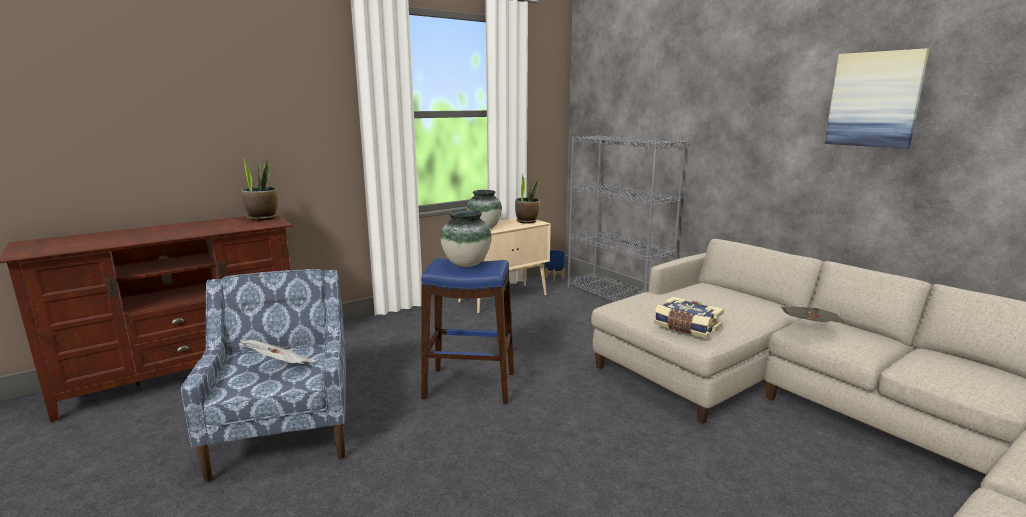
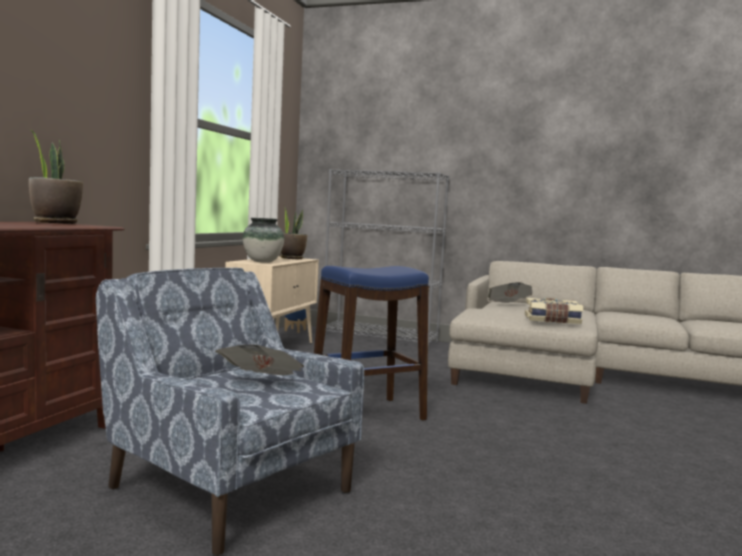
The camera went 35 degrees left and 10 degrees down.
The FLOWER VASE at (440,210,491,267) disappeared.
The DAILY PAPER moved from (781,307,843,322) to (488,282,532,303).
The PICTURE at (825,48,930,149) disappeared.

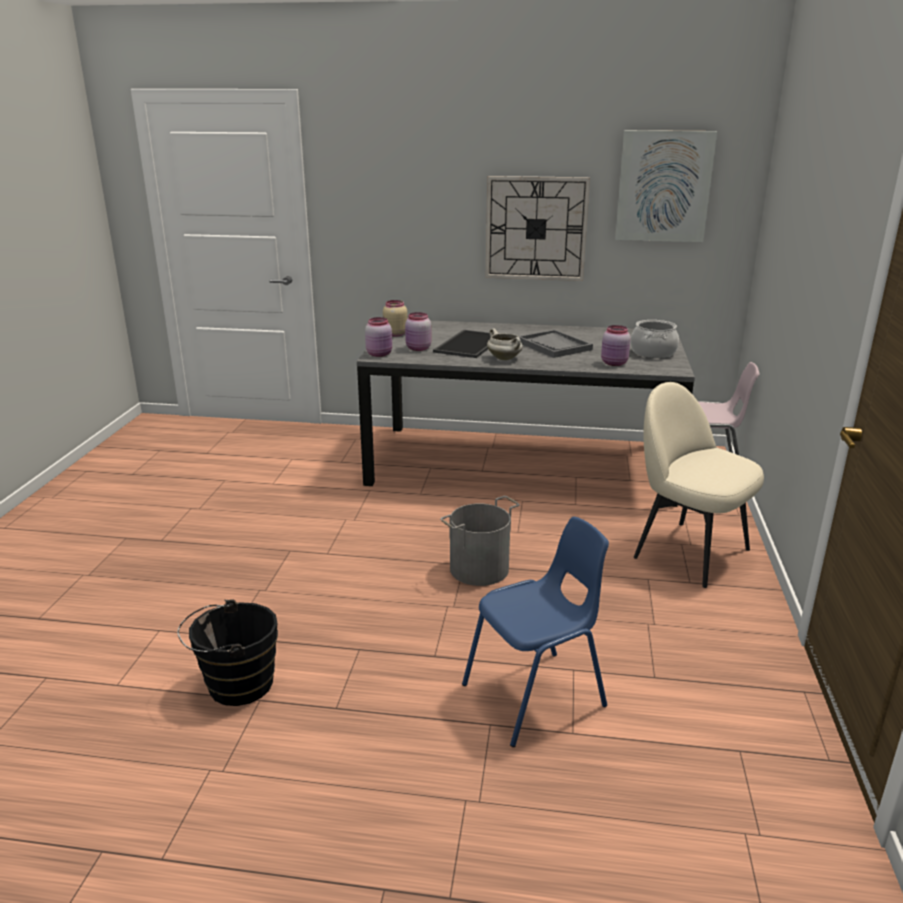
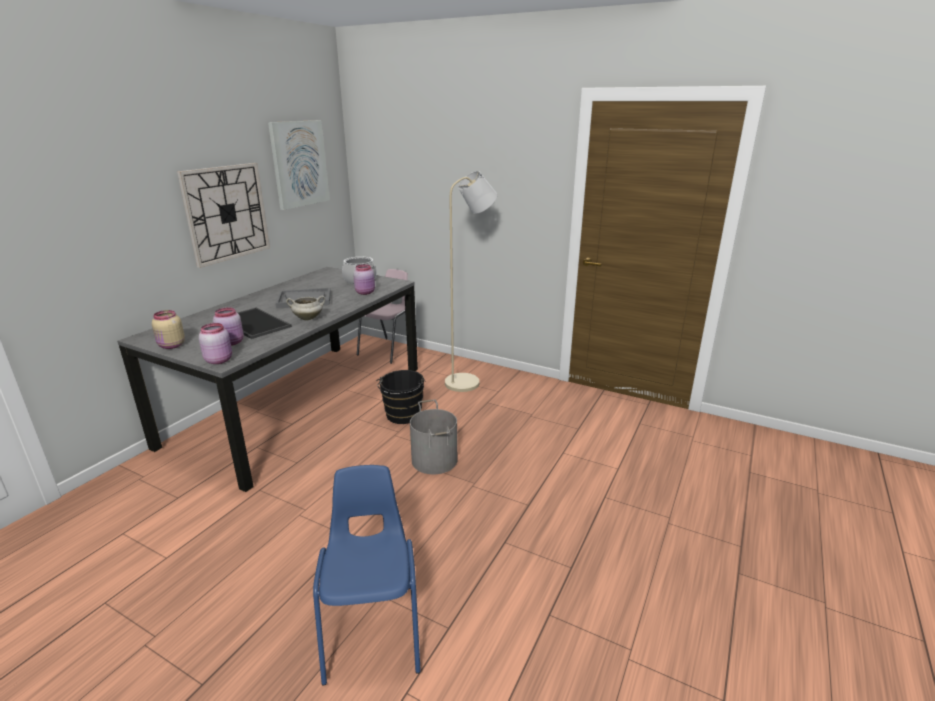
The camera went 70 degrees left and 0 degrees up.
The BLACK WATER BUCKET moved from (177,599,278,706) to (376,370,425,424).
The BLUE-COLOURED CHAIR moved from (462,517,609,747) to (313,465,421,686).
The SAND-COLOURED CHAIR at (634,382,764,588) was replaced by the SAND-COLOURED STANDING LAMP at (445,171,497,392).

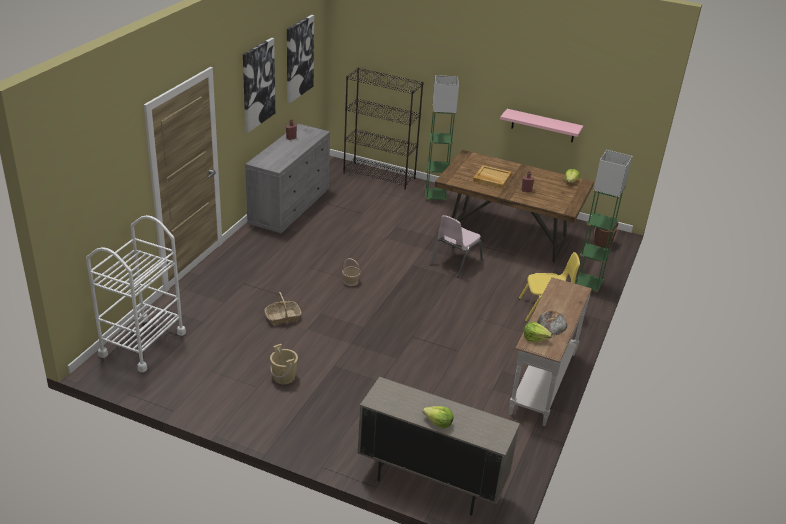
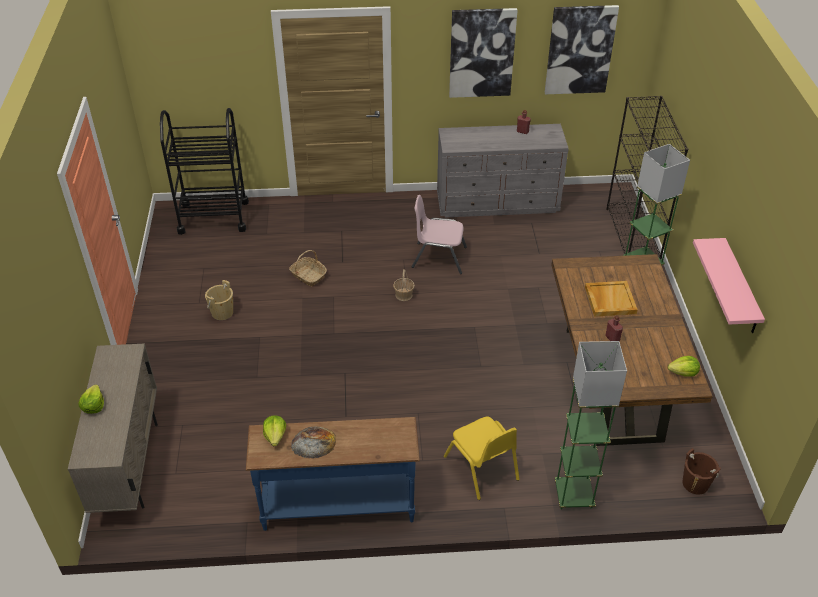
The camera went 65 degrees right and 10 degrees up.
The WHITE CART at (86,215,186,372) became the BLACK CART at (160,108,249,235).
The PINKISH CHAIR moved from (430,215,483,278) to (411,195,467,274).
The WHITE NARROW TABLE at (509,277,592,426) became the BLUE-COLOURED NARROW TABLE at (246,417,420,531).

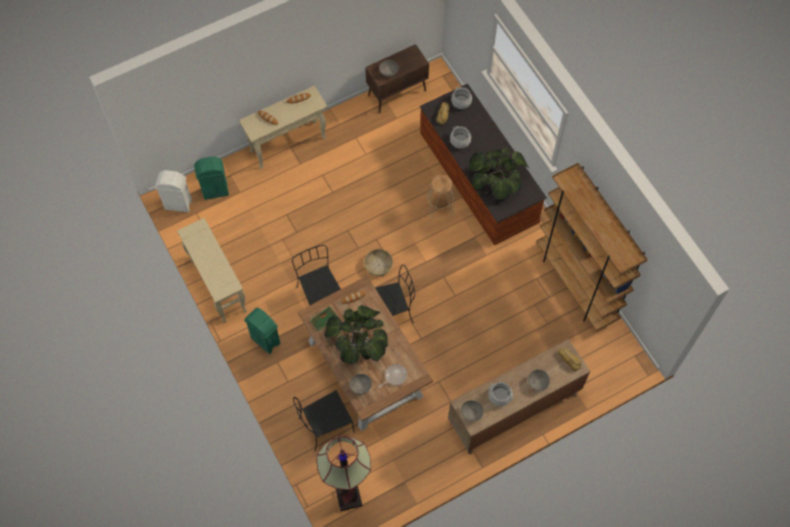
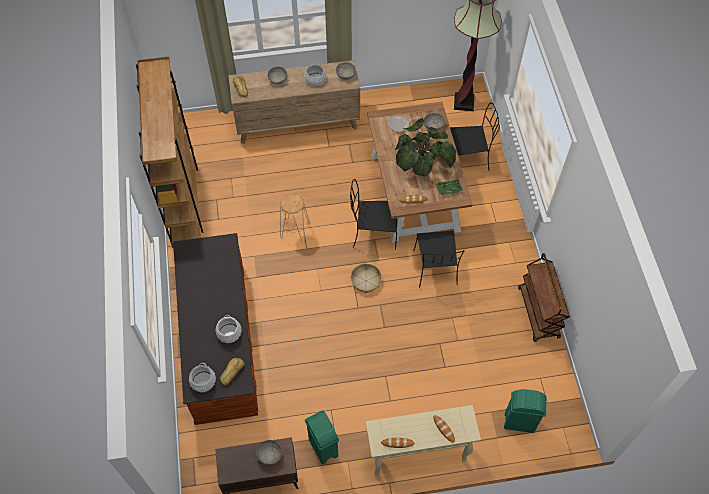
The camera went 160 degrees left and 5 degrees down.
The WHITE TRASH CAN at (155,170,192,212) disappeared.
The SAND-COLOURED NARROW TABLE at (177,218,247,323) was replaced by the BROWN CART at (518,253,570,342).
The GREEN TRASH CAN moved from (244,308,280,354) to (305,411,339,465).
The SAND-COLOURED STOOL moved from (427,174,454,218) to (280,194,310,243).
The POTTED PLANT at (468,147,529,200) disappeared.

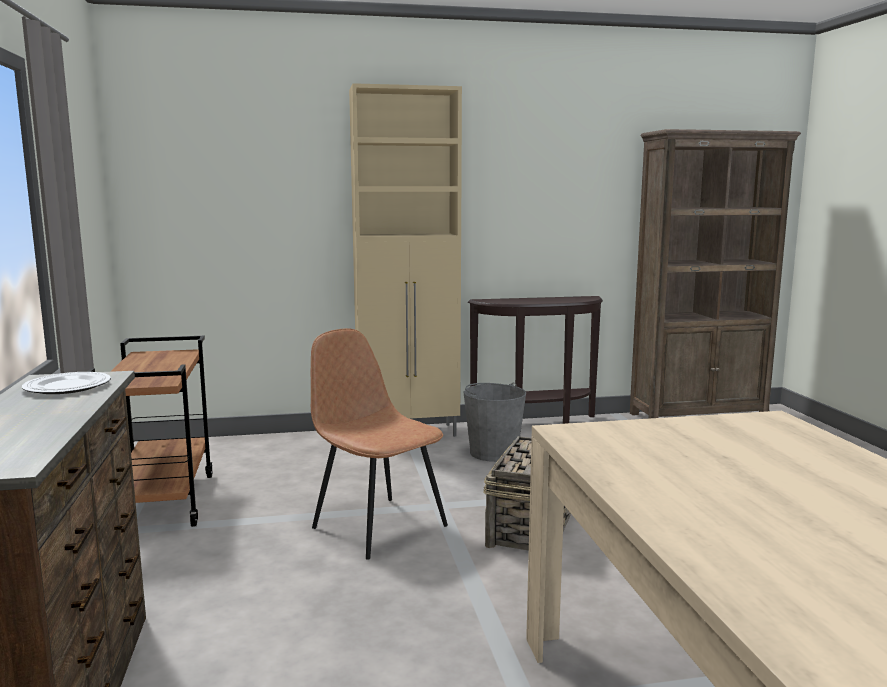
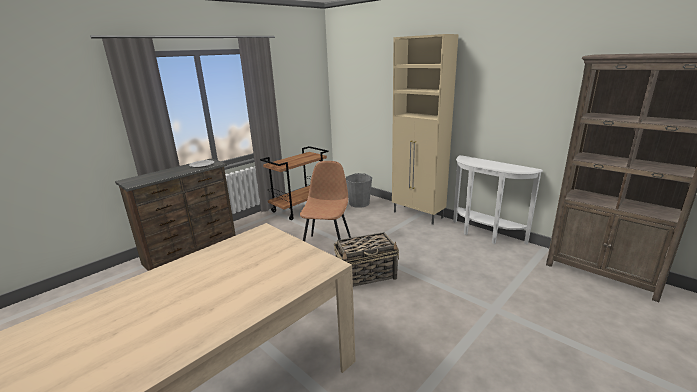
The camera went 55 degrees right and 10 degrees up.
The GREYISH WATER BUCKET moved from (464,382,526,462) to (346,173,372,208).
The BROWN NARROW TABLE at (468,296,603,424) became the WHITE NARROW TABLE at (453,155,543,244).

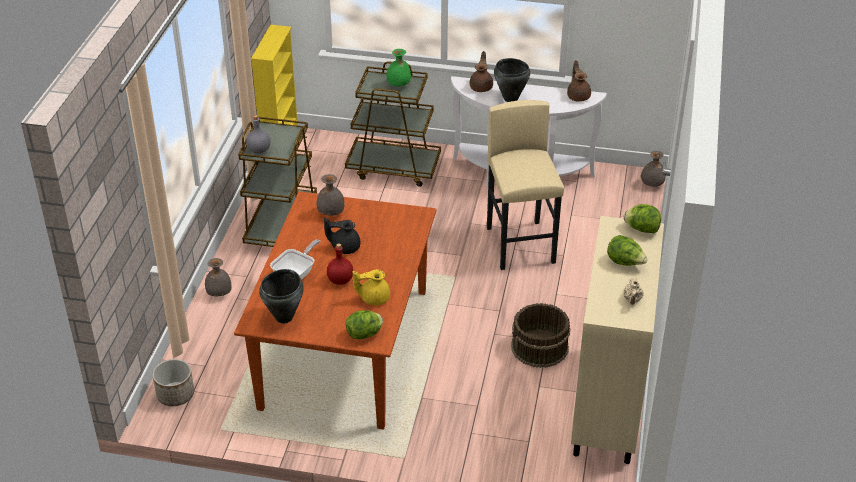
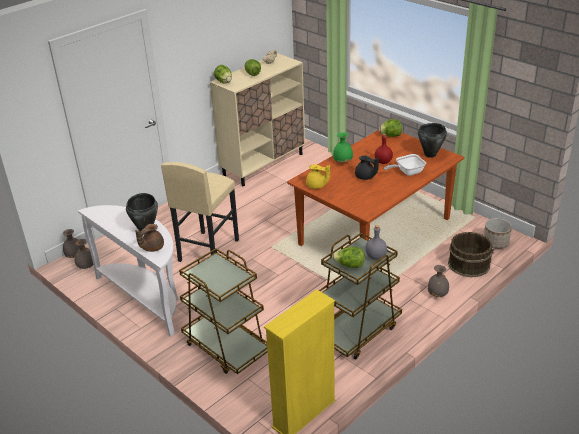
The camera went 145 degrees left and 5 degrees down.
The GREYISH FLOWER VASE moved from (317,174,345,216) to (74,239,93,269).
The YELLOW TEAPOT moved from (353,269,390,305) to (306,164,330,189).
The GREEN FLOWER VASE moved from (386,49,411,87) to (333,133,353,163).
The BROWN WATER BUCKET moved from (511,303,570,368) to (448,232,494,278).
The BROWN TEAPOT at (567,60,591,102) disappeared.
The LETTUCE HEAD at (332,247,365,268) appeared.

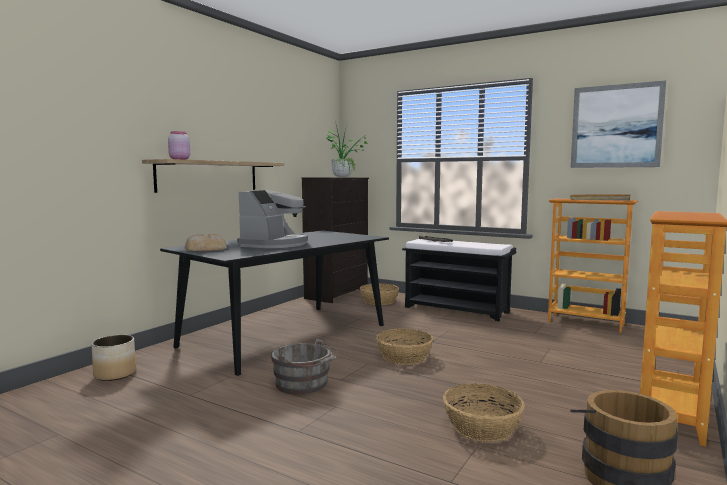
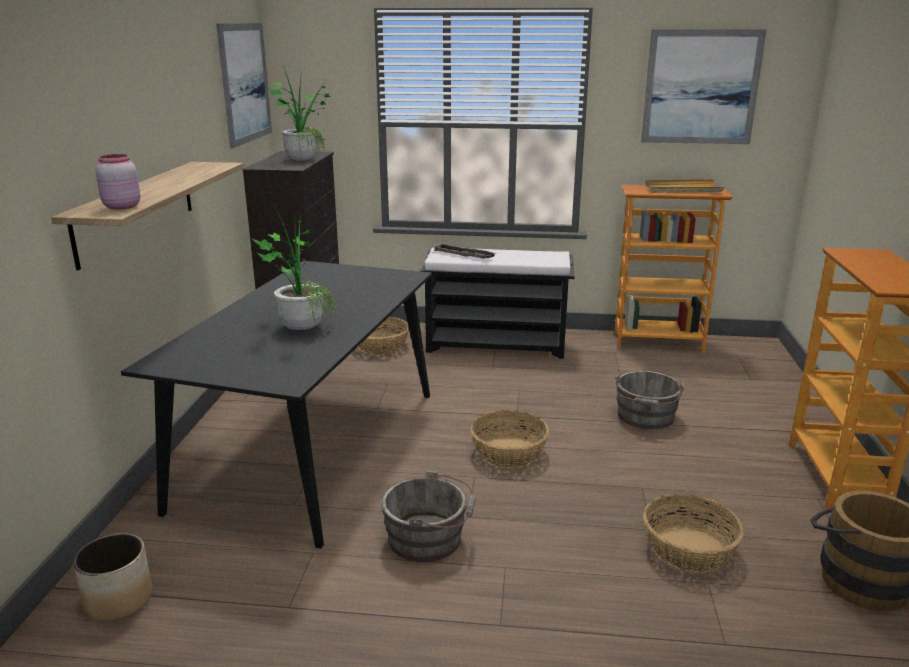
The camera went 25 degrees left and 15 degrees up.
The BREAD at (185,234,227,251) disappeared.
The COFFEE MAKER at (237,190,308,248) was replaced by the POTTED PLANT at (251,205,337,330).
The PICTURE at (216,23,272,148) appeared.
The GREYISH WATER BUCKET at (615,371,684,429) appeared.

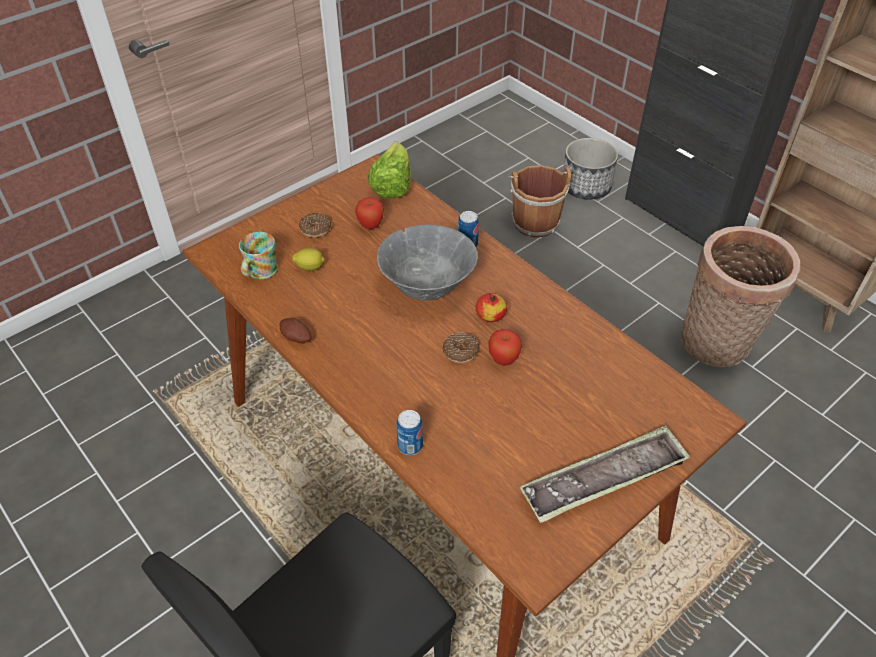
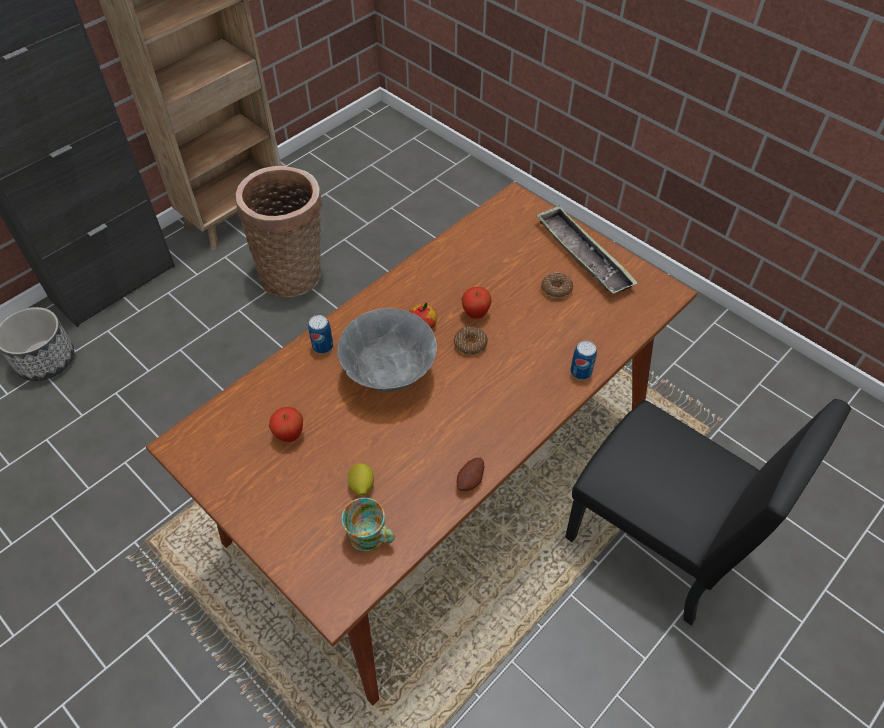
The camera went 95 degrees left and 5 degrees up.
The DOUGHNUT moved from (299,213,331,237) to (541,273,573,299).
The LETTUCE HEAD at (368,142,411,199) disappeared.
The BROWN WATER BUCKET at (508,165,571,238) disappeared.

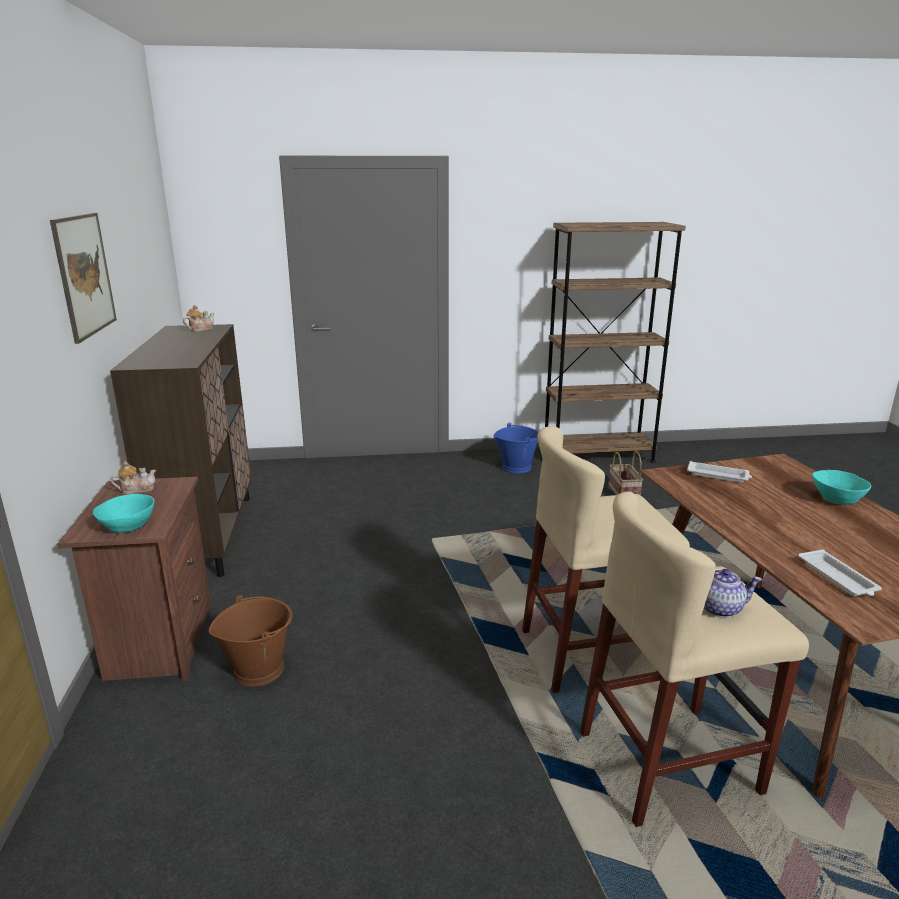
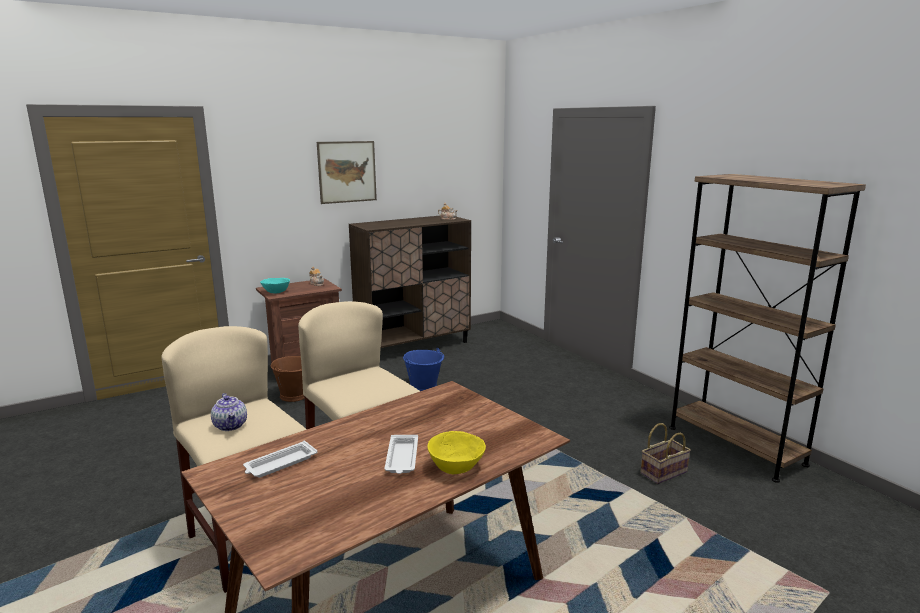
The camera went 65 degrees right and 5 degrees down.
The BLUE-COLOURED WATER BUCKET moved from (494,422,539,473) to (403,348,444,391).
The WHITE SERVING TRAY moved from (687,461,752,483) to (384,435,418,474).
The BLUE-GREEN SERVING BOWL at (812,470,871,505) became the YELLOW SERVING BOWL at (427,431,486,474).

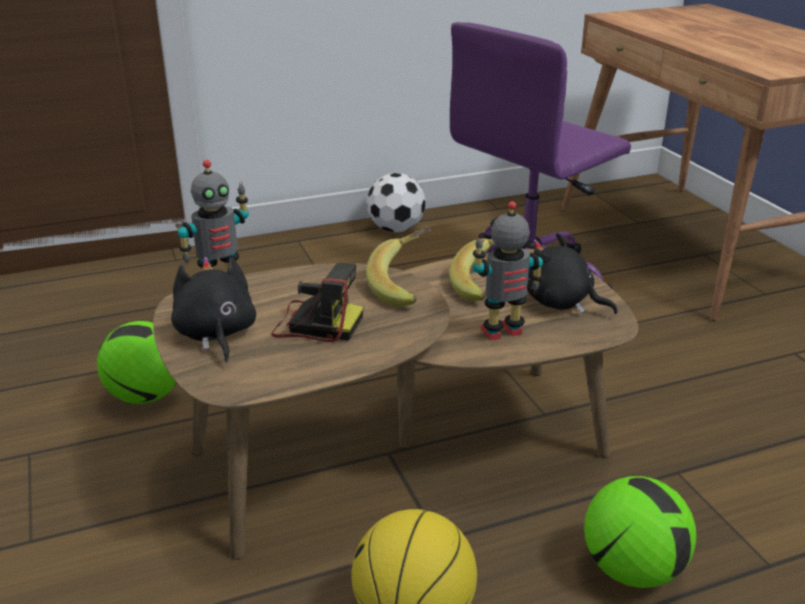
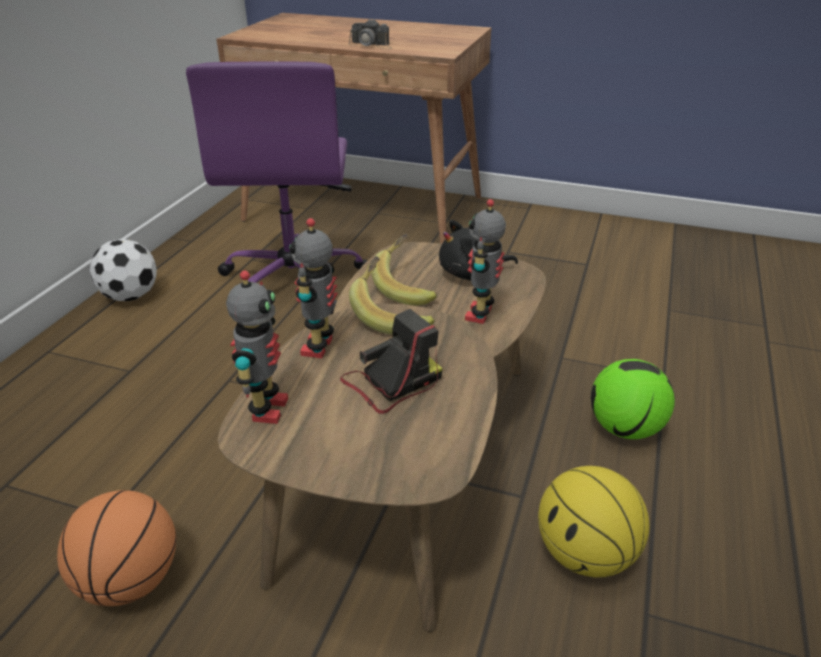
The camera went 50 degrees left and 5 degrees up.
The FOOTBALL BALL at (97,321,177,404) was replaced by the BALL FOR BASKETBALL at (57,490,176,606).
The BLACK PLUSH TOY at (171,257,256,362) disappeared.
The MODEL ROBOT at (289,218,338,358) appeared.
The STILL CAMERA at (348,19,392,49) appeared.

